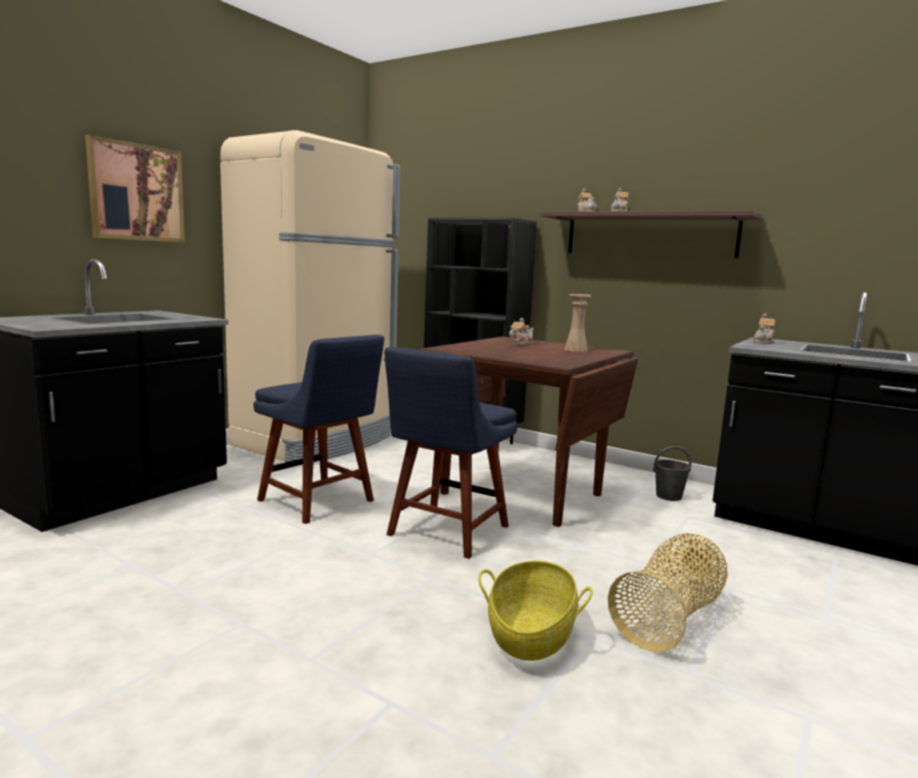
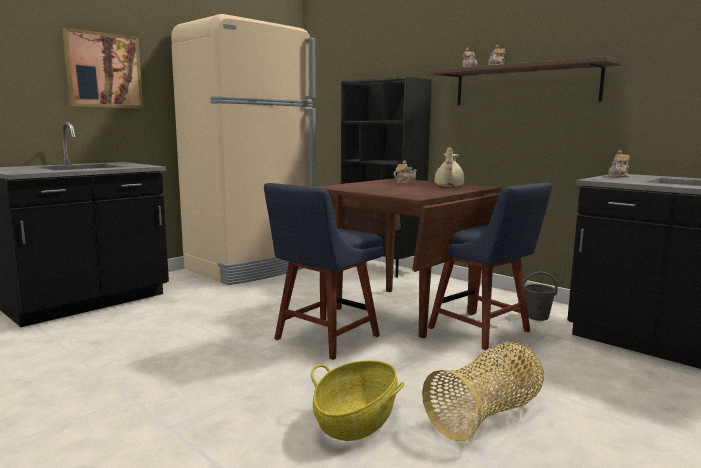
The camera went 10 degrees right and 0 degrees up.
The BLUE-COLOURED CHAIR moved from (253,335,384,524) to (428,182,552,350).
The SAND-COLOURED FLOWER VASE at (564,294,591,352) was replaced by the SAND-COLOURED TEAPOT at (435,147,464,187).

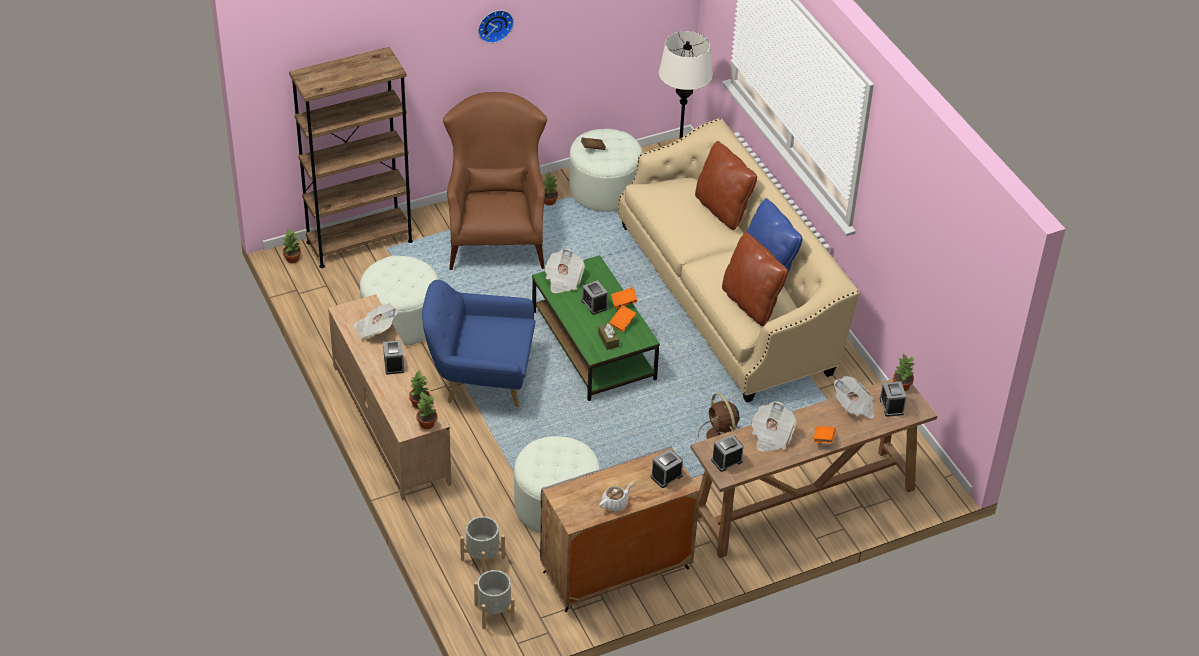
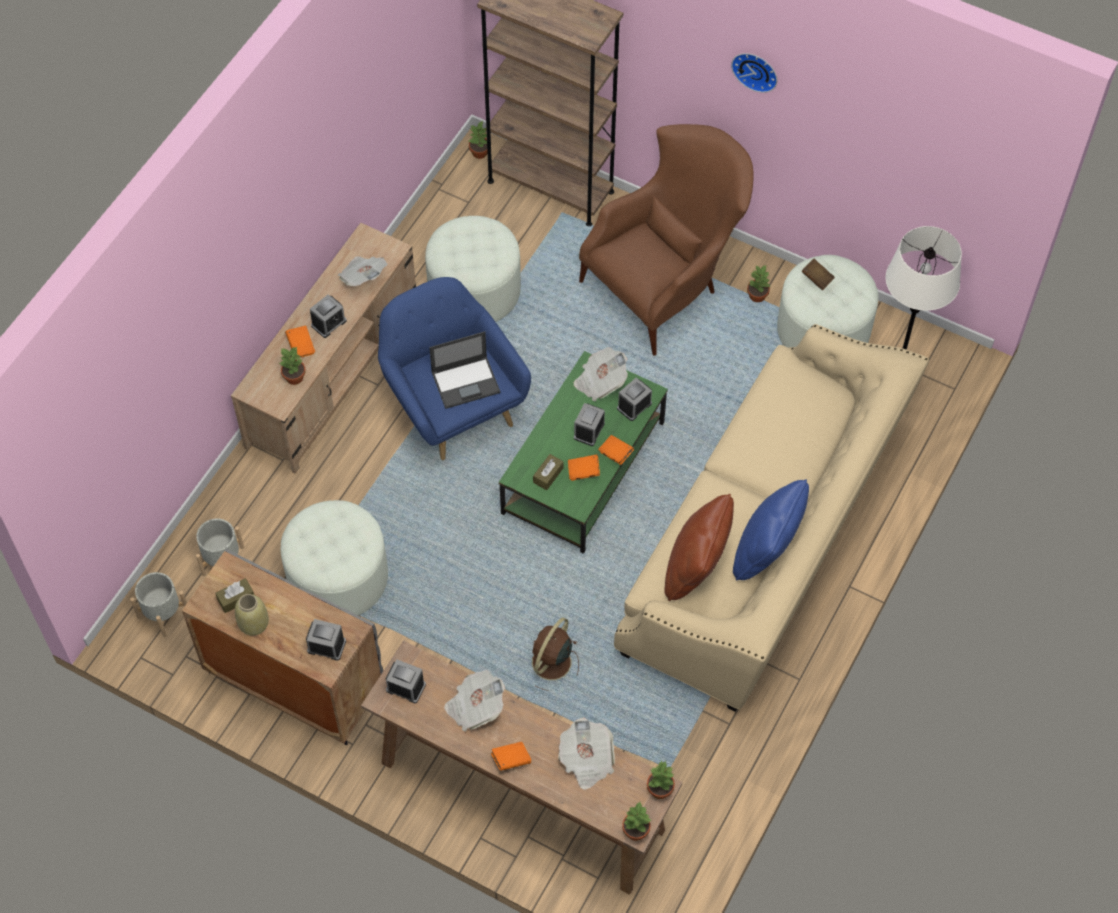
The camera went 55 degrees right and 15 degrees up.
The POTTED PLANT moved from (416,391,437,429) to (622,802,651,841).
The WHITE TEAPOT at (599,483,633,511) was replaced by the SAND-COLOURED FLOWER VASE at (235,594,269,636).
The BROWN THROW PILLOW at (695,141,757,230) disappeared.
The ALARM CLOCK moved from (880,381,907,417) to (617,378,652,421).
The BROWN BOX OF TISSUES at (215,578,254,613) appeared.
The ORANGEY BOUND BOOK at (285,326,315,357) appeared.
The LAPTOP at (429,331,500,409) appeared.

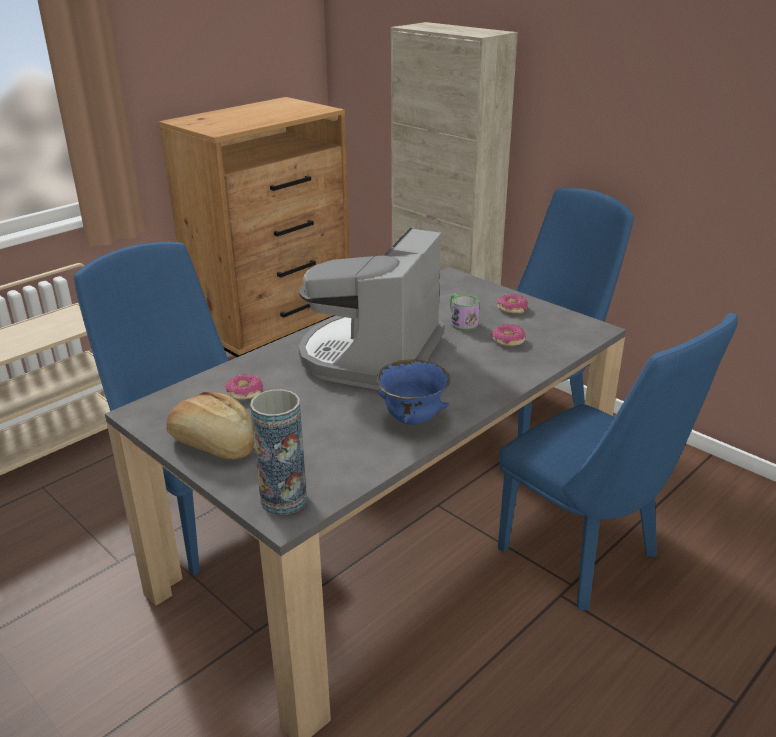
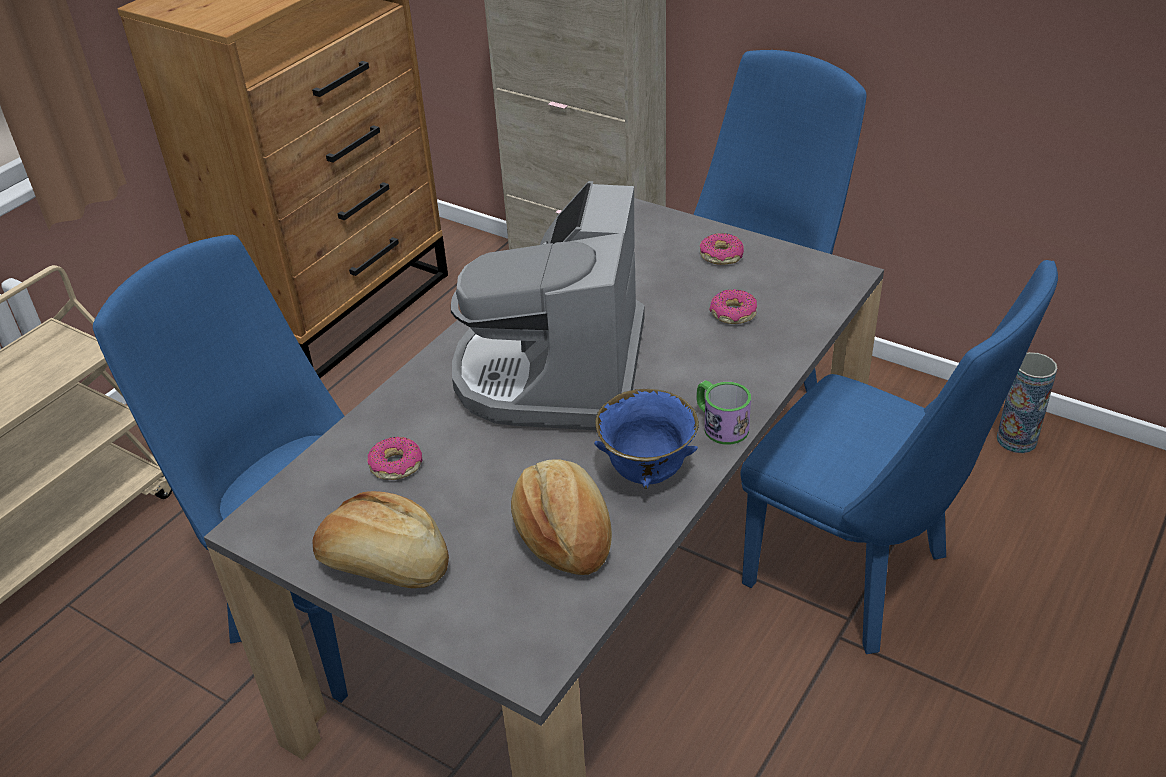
The camera went 10 degrees left and 10 degrees up.
The FLOWER VASE moved from (250,389,307,515) to (997,352,1058,453).
The TEA MUG moved from (450,294,479,331) to (696,380,751,445).
The BREAD at (511,459,612,575) appeared.

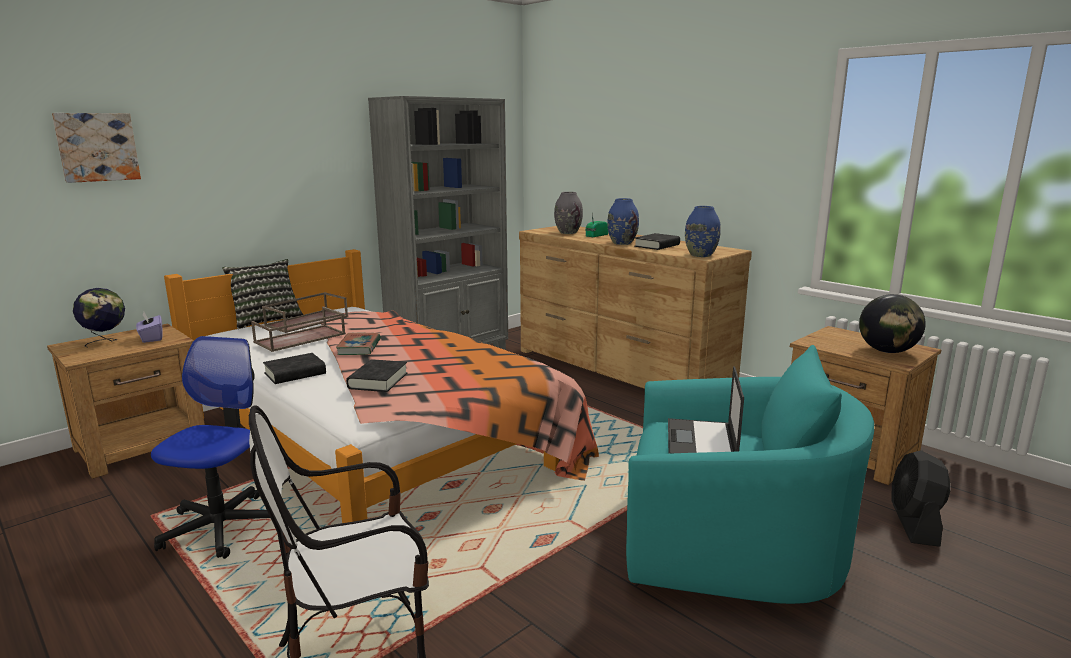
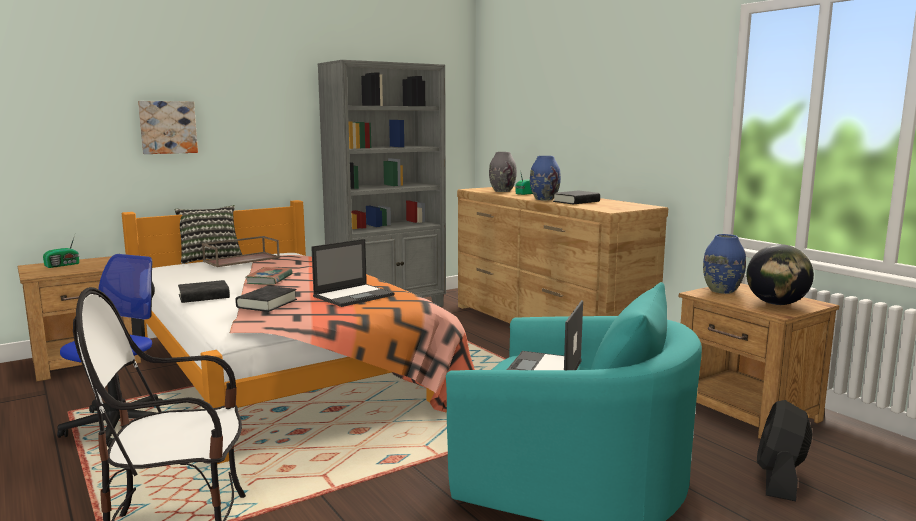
The camera went 10 degrees right and 5 degrees down.
The PICTURE moved from (52,113,141,183) to (138,101,198,154).
The GLOBE at (73,288,125,348) was replaced by the RADIO at (43,235,79,268).
The PURPLE BOX OF TISSUES at (136,312,163,343) disappeared.
The BROWN SERVING TRAY at (251,307,346,352) disappeared.
The BLUE-COLOURED FLOWER VASE moved from (685,206,721,257) to (703,234,746,294).
The LAPTOP at (311,239,395,307) appeared.

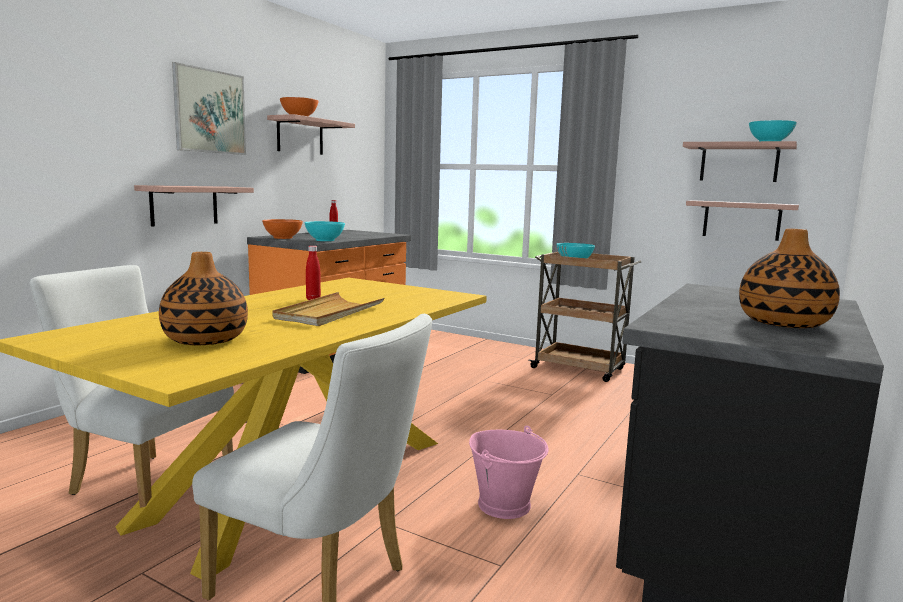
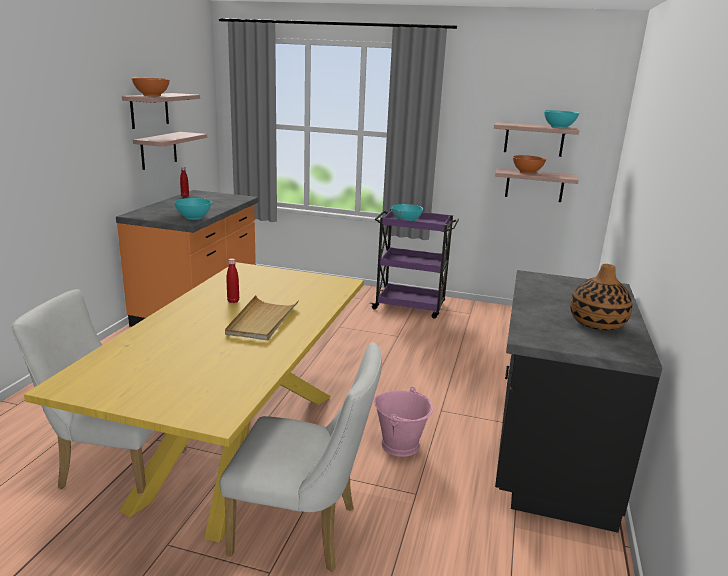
The camera went 15 degrees left and 10 degrees up.
The BRACKET SHELF moved from (134,185,254,227) to (133,132,207,170).
The FLOWER VASE at (159,252,248,345) disappeared.
The PICTURE at (172,62,246,155) disappeared.
The ORANGEY SERVING BOWL moved from (262,219,303,239) to (513,155,546,174).
The BROWN CART at (528,252,641,382) became the PURPLE CART at (370,209,459,319).

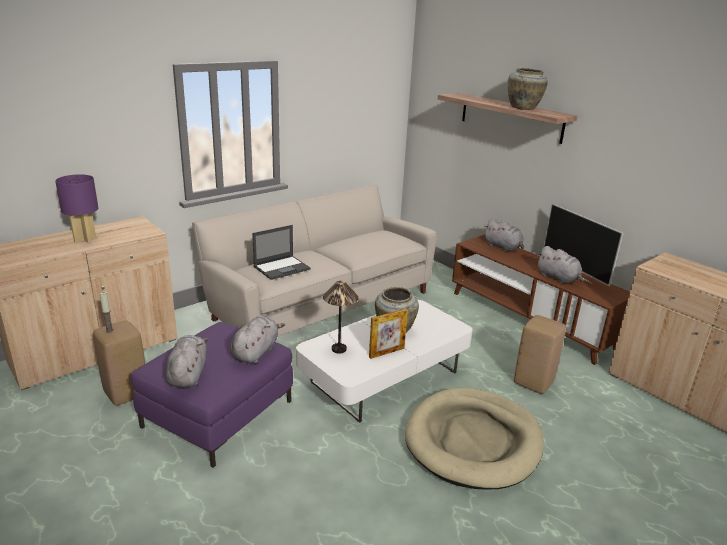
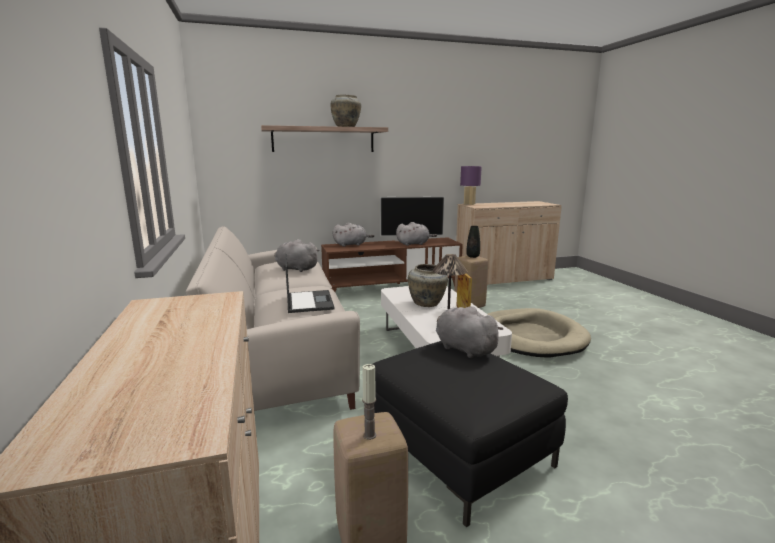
The camera went 65 degrees left and 10 degrees down.
The PURPLE TABLETOP LAMP moved from (55,174,98,243) to (460,166,482,205).
The PURPLE FOOTREST at (131,322,293,468) became the BLACK FOOTREST at (373,341,568,527).
The GREYISH PLUSH TOY moved from (165,335,208,388) to (274,239,320,272).
The BLACK FLOWER VASE at (466,226,480,258) appeared.

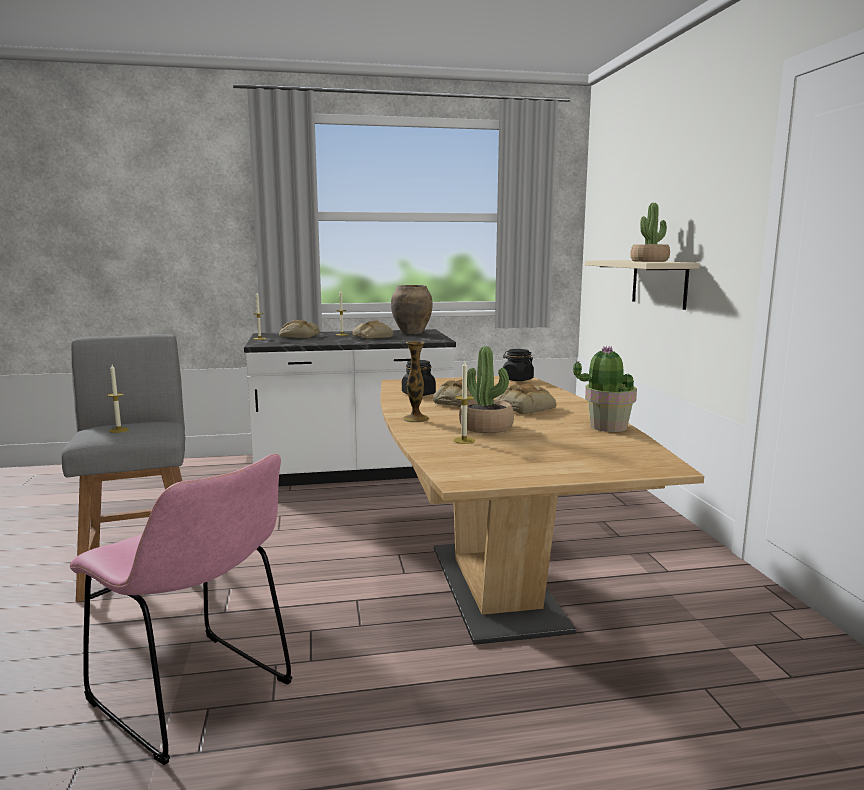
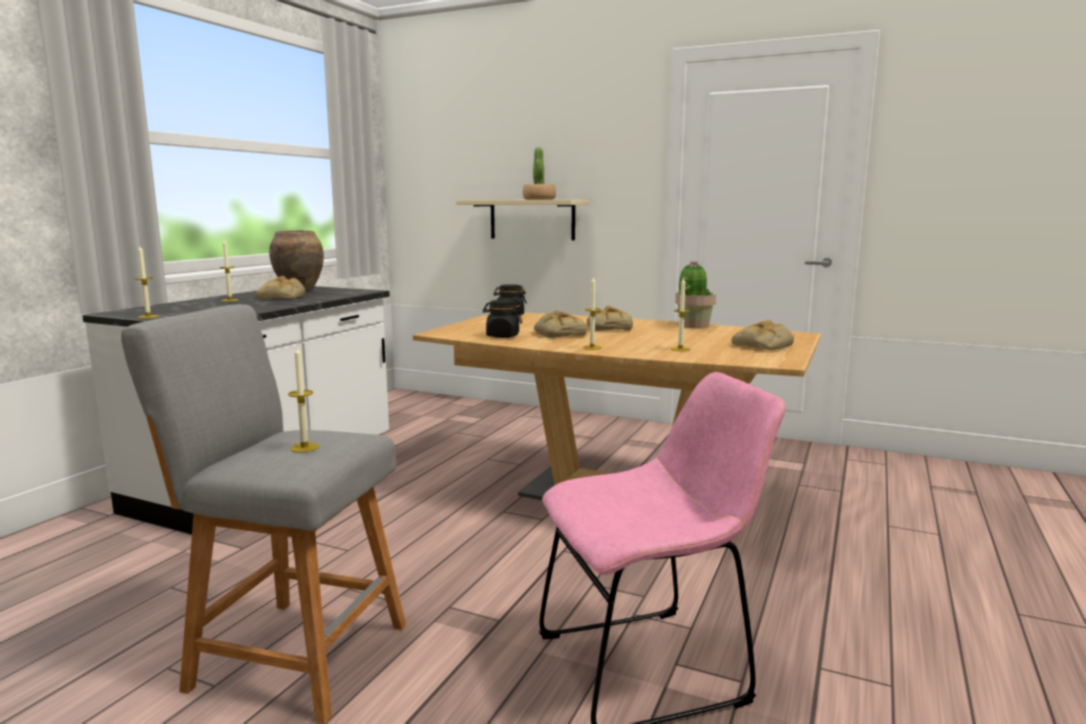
The camera went 55 degrees left and 0 degrees up.
The BREAD moved from (279,320,320,338) to (731,320,794,350).
The FLOWER VASE at (402,341,429,423) was replaced by the WAX CANDLE at (583,277,602,350).
The POTTED PLANT at (459,346,514,433) disappeared.

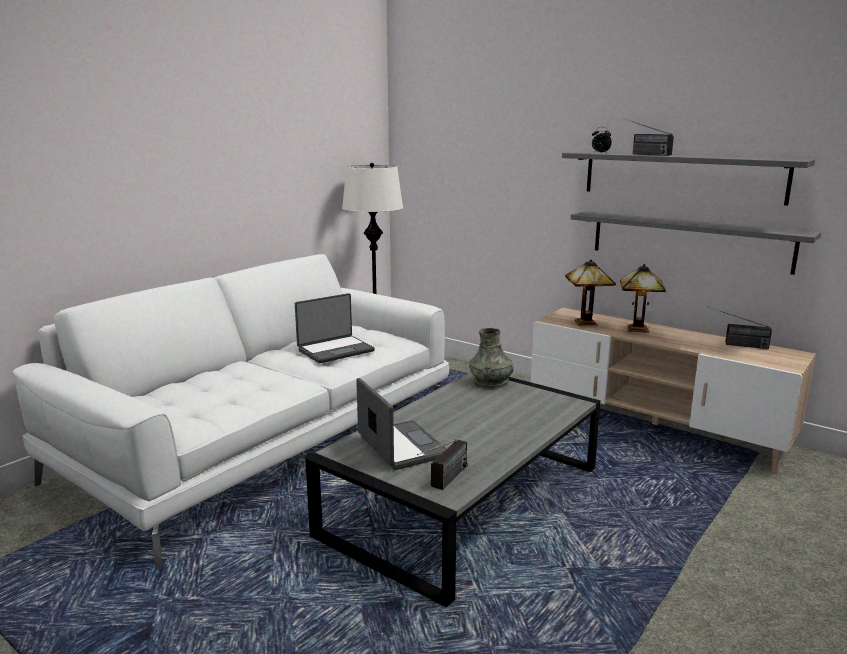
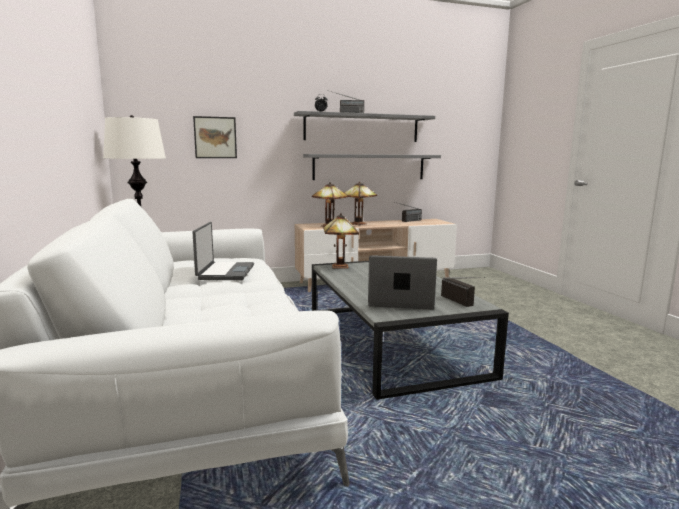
The camera went 55 degrees left and 5 degrees down.
The GREYISH FLOWER VASE at (469,328,514,388) was replaced by the TABLETOP LAMP at (323,213,359,269).
The PICTURE at (193,116,237,158) appeared.

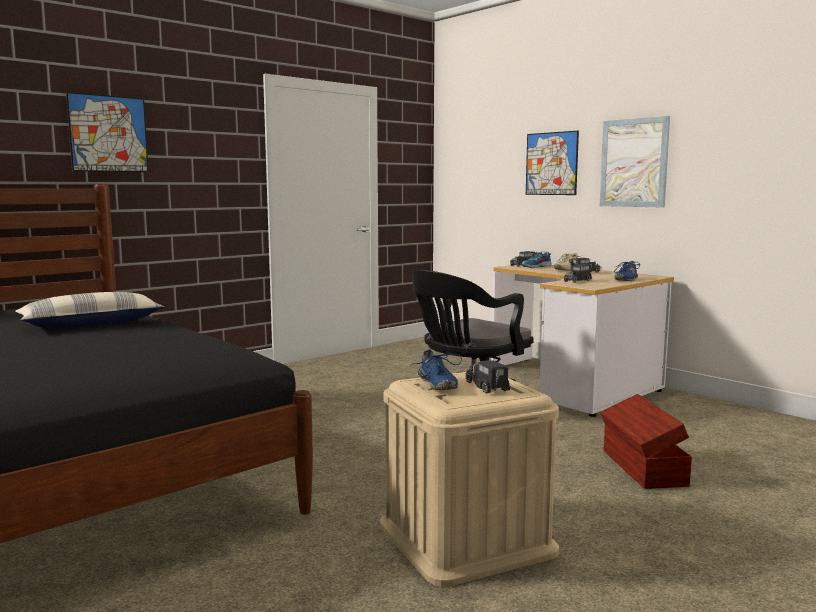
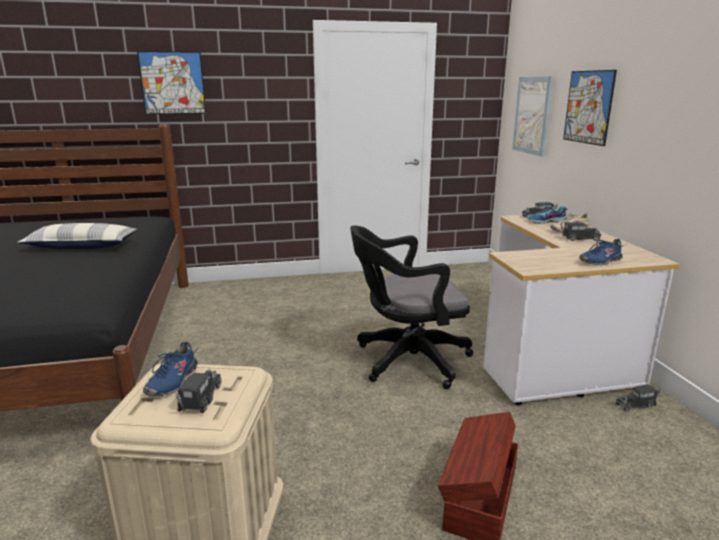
The camera went 30 degrees right and 10 degrees up.
The TOY LORRY moved from (564,264,592,283) to (616,384,661,411).
The PICTURE moved from (600,116,670,208) to (512,76,554,157).

